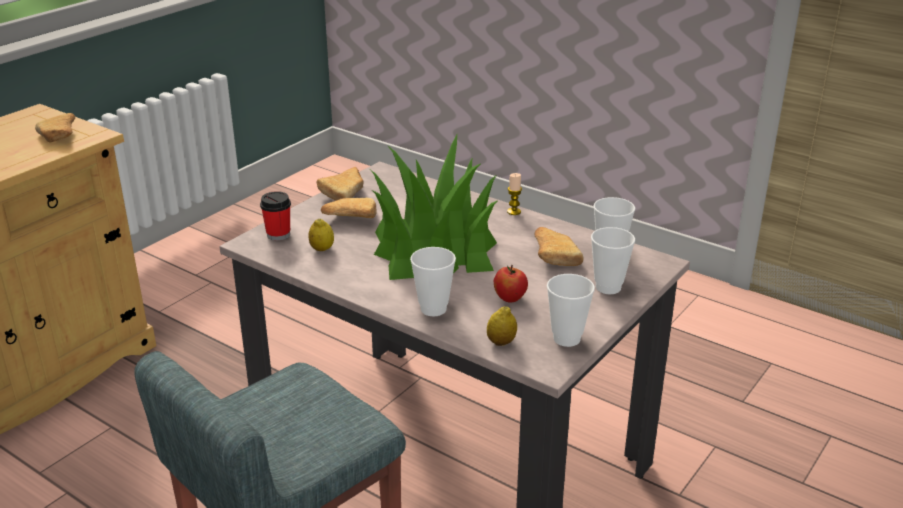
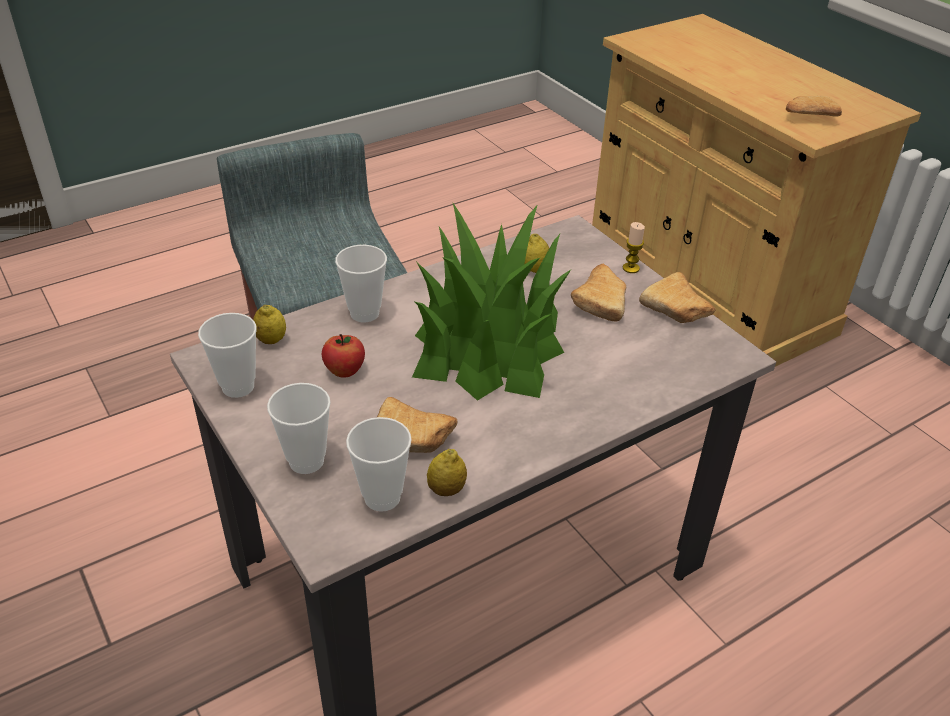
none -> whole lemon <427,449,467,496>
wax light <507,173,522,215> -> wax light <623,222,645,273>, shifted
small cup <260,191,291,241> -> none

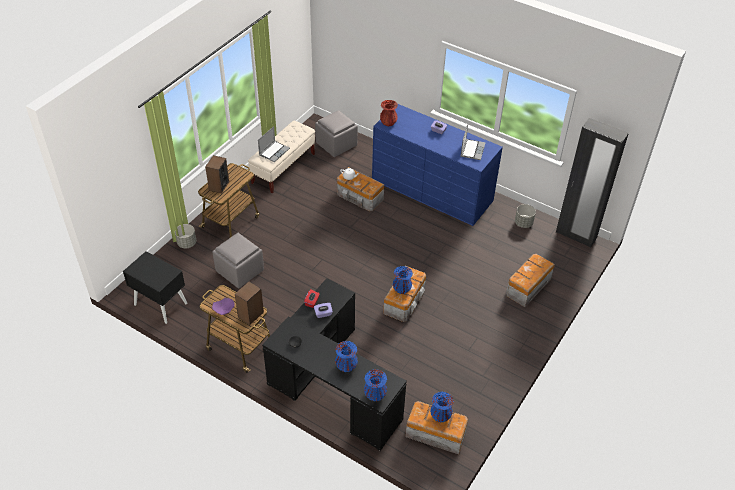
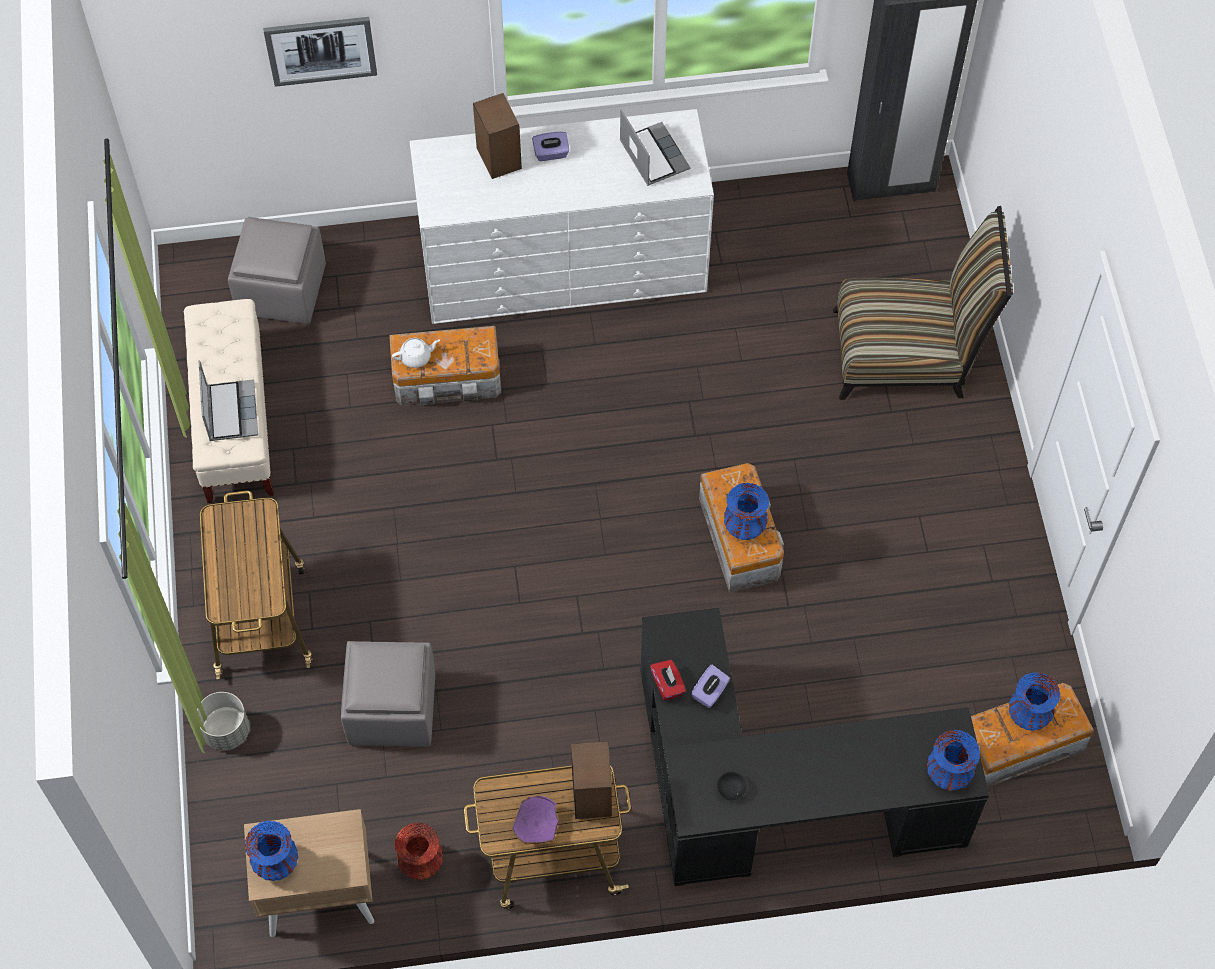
black nightstand <123,251,188,324> -> sand-coloured nightstand <244,809,374,937>
blue-coloured flower vase <335,341,358,372> -> blue-coloured flower vase <245,820,298,881>, shifted
none -> wall art <263,17,377,87>
red-coloured flower vase <380,100,398,126> -> red-coloured flower vase <395,822,443,880>, shifted
blue-coloured dresser <372,104,503,226> -> whitish dresser <410,109,714,324>
audio speaker <205,155,229,193> -> audio speaker <473,93,522,179>, shifted
storage bin <506,254,555,307> -> plain chair <833,206,1013,400>
gray flower pot <515,204,536,228> -> none

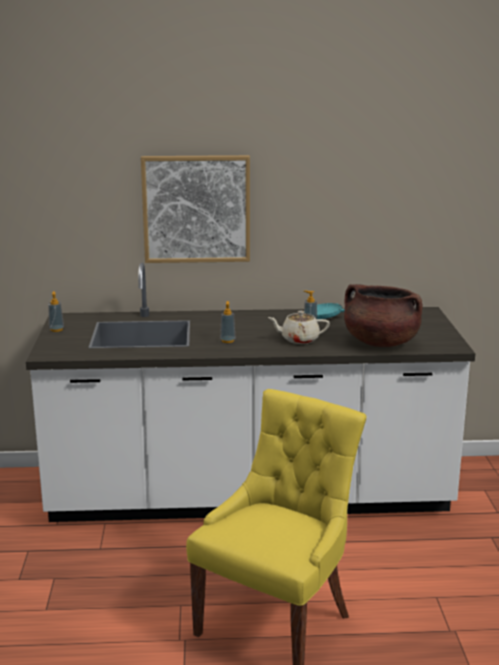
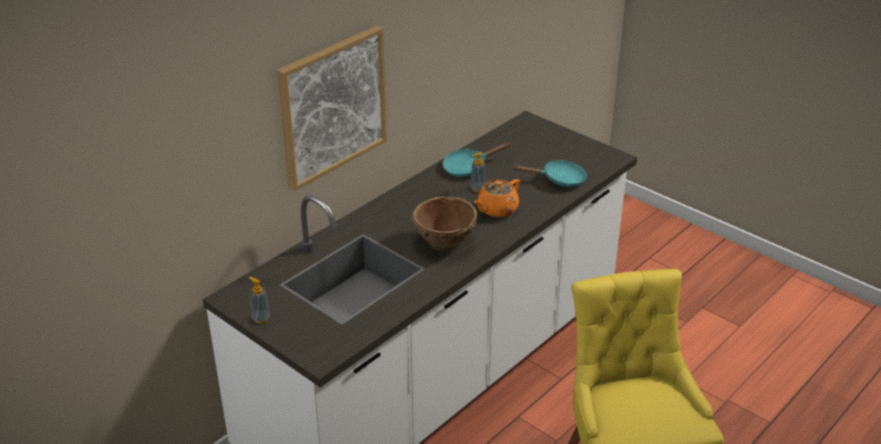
soap bottle <220,301,236,343> -> brown-coloured deep dish <412,196,478,251>
sand-coloured teapot <268,311,330,344> -> orangey teapot <474,179,520,217>
brown-coloured stockpot <344,284,422,347> -> turquoise skillet <512,160,587,187>

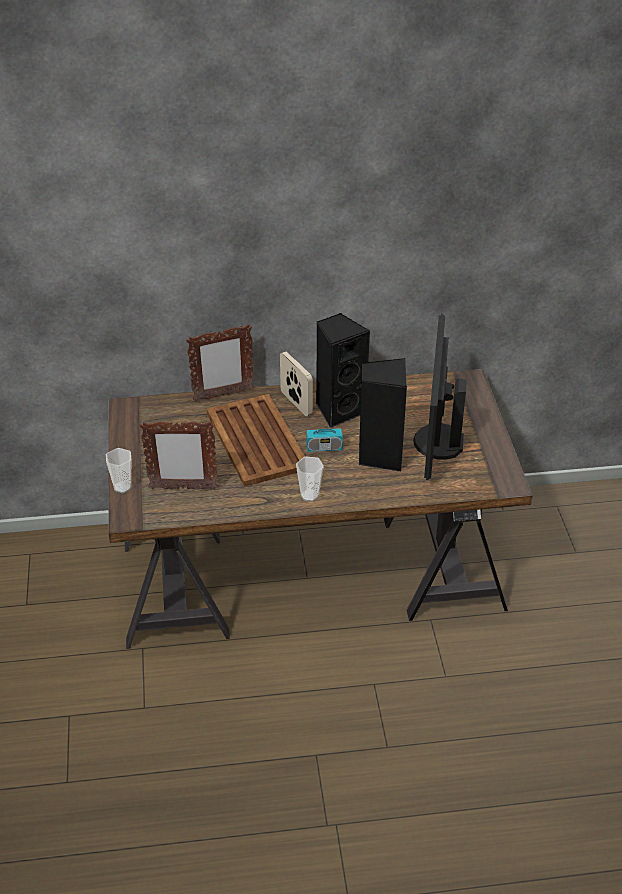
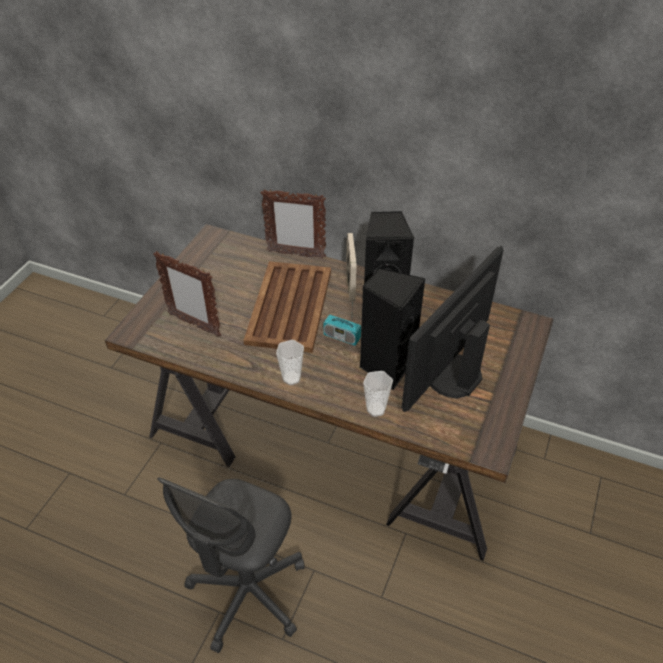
none -> gray computer chair <157,477,304,653>
small cup <106,448,131,493> -> small cup <363,371,393,417>, shifted

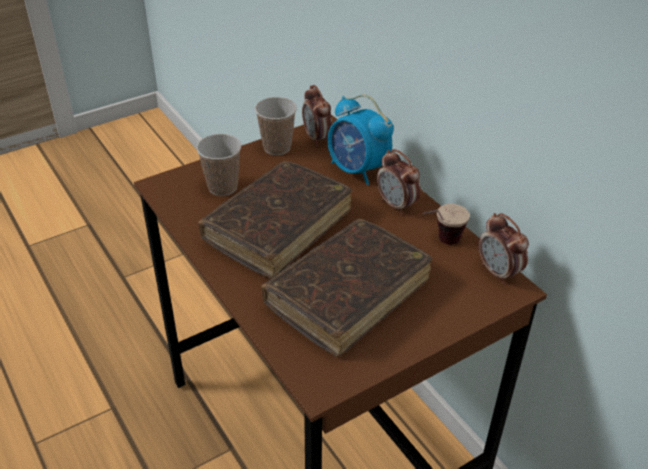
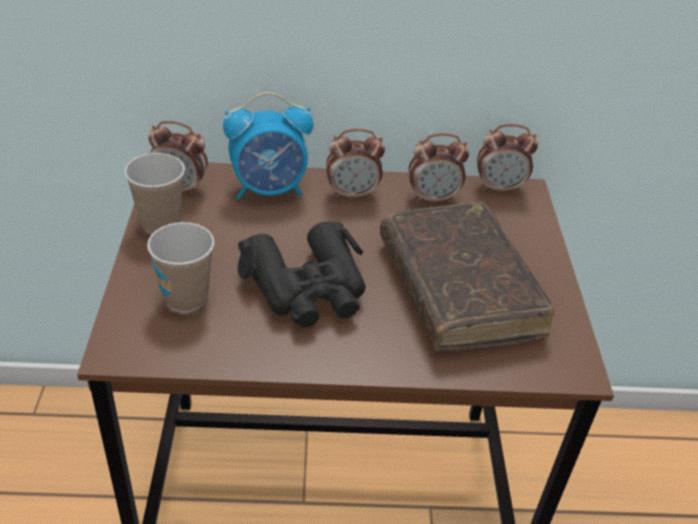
brown-coloured volume <198,161,352,279> -> black pair of binoculars <238,221,366,327>
small cup <423,204,470,245> -> table clock <409,133,469,203>

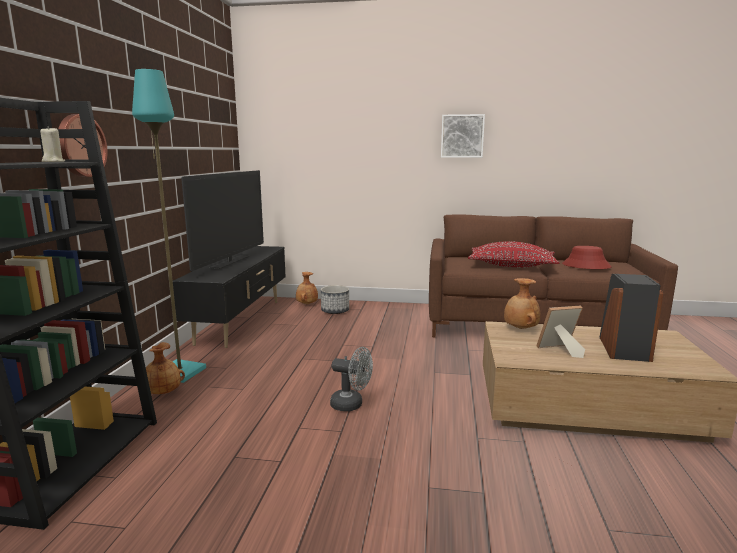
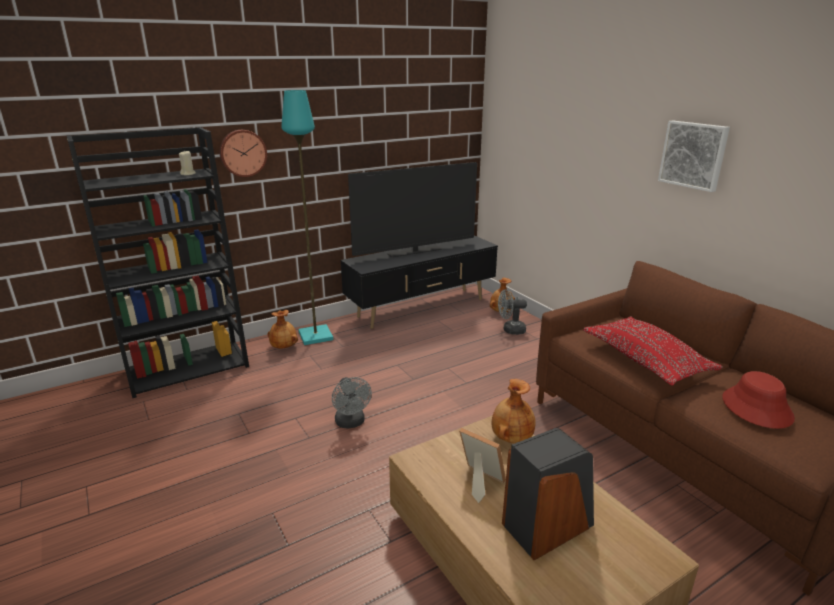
flower pot <321,285,349,314> -> gray cooling fan <498,289,527,335>

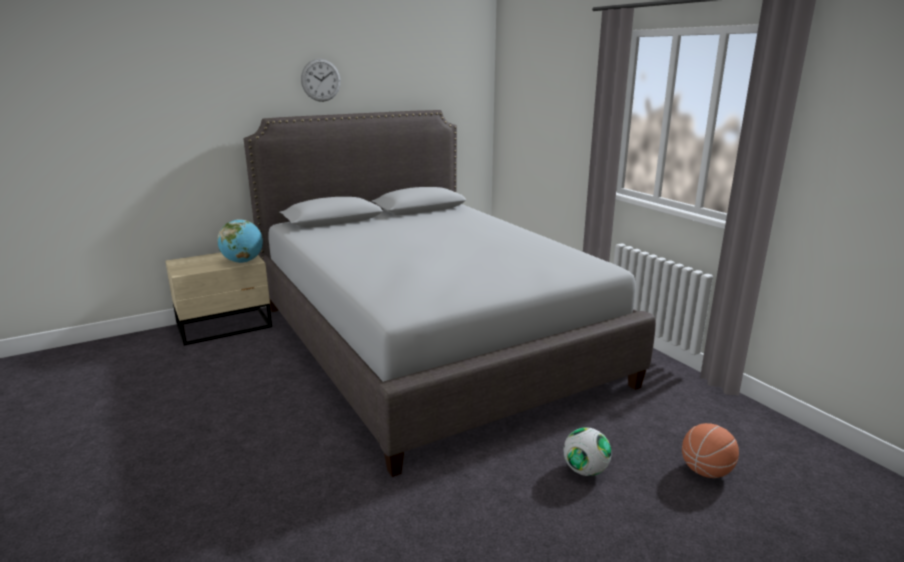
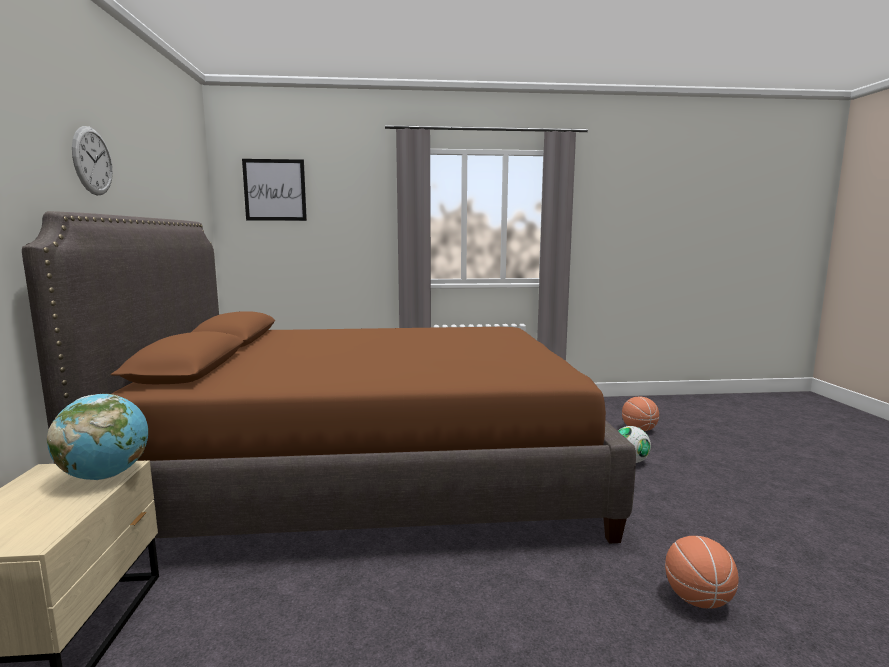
gray bed <244,110,656,477> -> brown-coloured bed <22,211,636,544>
none -> wall art <242,159,307,221>
none -> basketball ball <665,536,739,608>

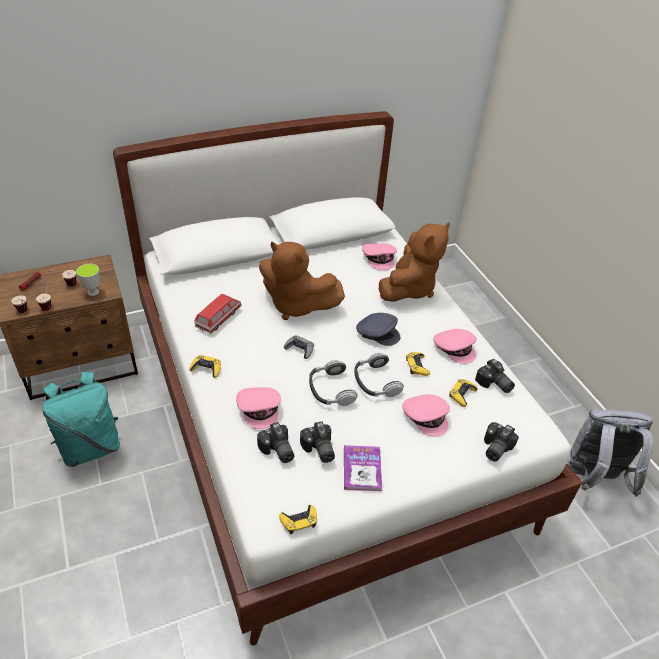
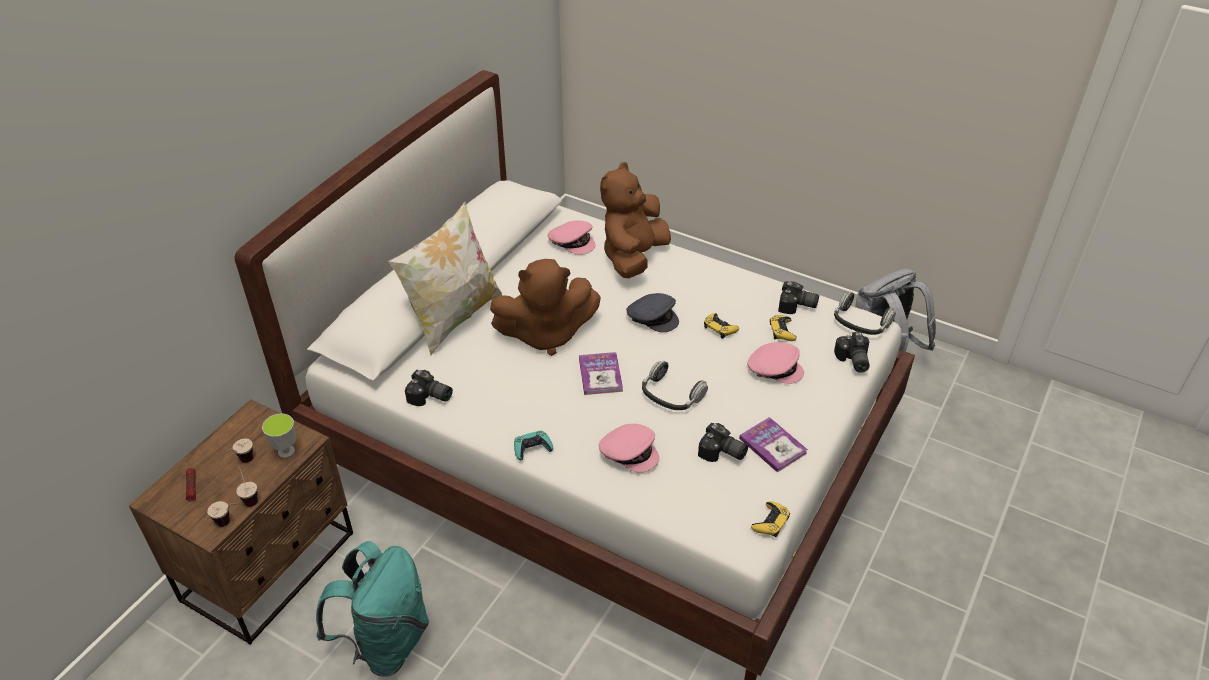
none -> throw pillow <388,202,502,356>
photo camera <257,422,294,463> -> photo camera <405,370,453,406>, shifted
yellowish joypad <189,355,221,378> -> turquoise joypad <514,431,553,460>
gray joypad <284,335,314,359> -> volume <579,352,623,395>
brown-coloured cuddly toy <379,222,450,302> -> brown-coloured cuddly toy <600,162,671,278>, 150 degrees counterclockwise
gray baseball cap <356,313,400,346> -> gray baseball cap <627,293,679,332>, 45 degrees clockwise
headset <354,353,404,397> -> headset <834,292,896,335>, shifted
model car <195,294,242,334> -> none
pink-coloured baseball cap <433,329,477,364> -> none

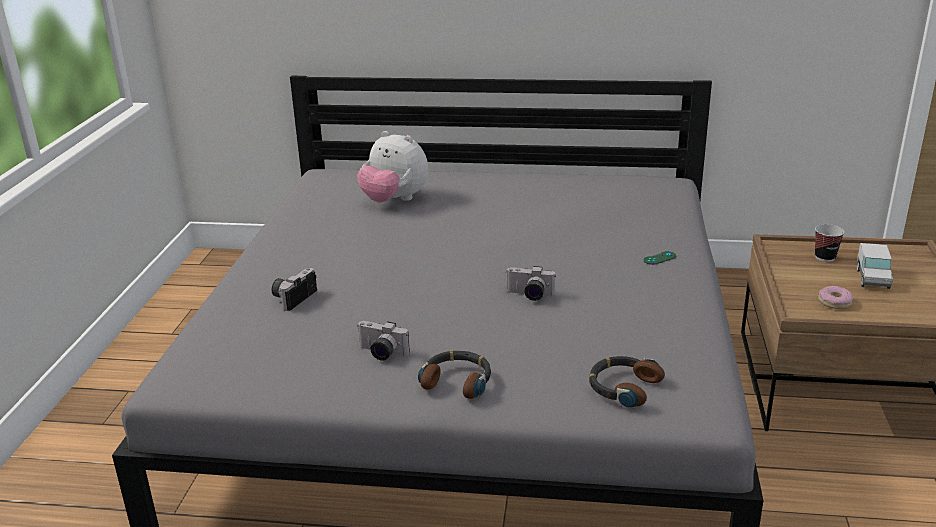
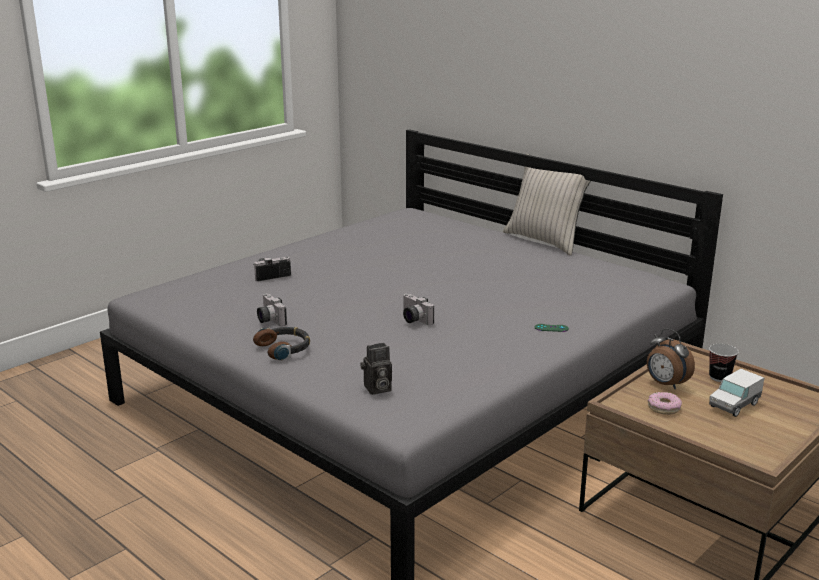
headset <589,356,665,408> -> photo camera <360,343,392,395>
none -> sand-coloured throw pillow <503,154,591,256>
none -> table clock <647,328,695,389>
cuddly toy <357,131,428,203> -> none

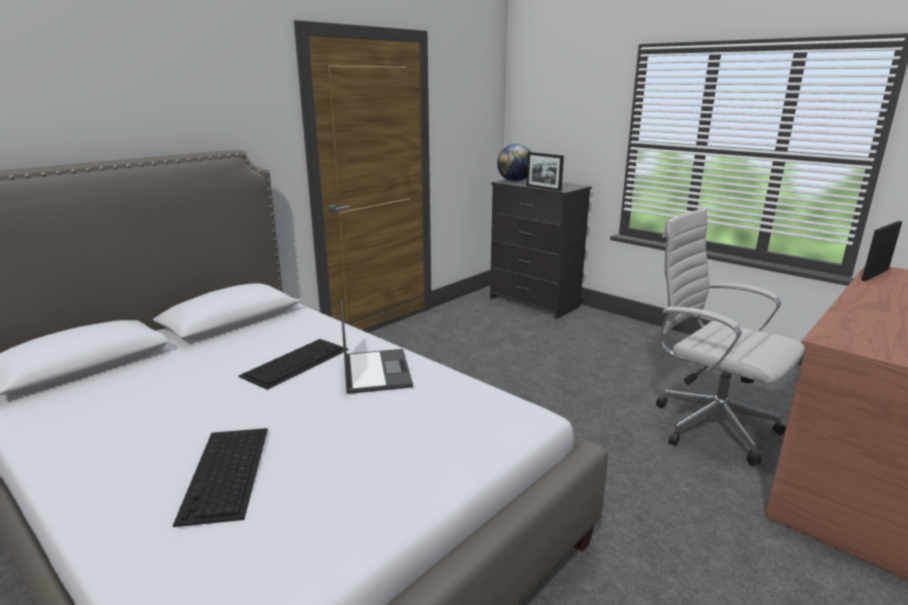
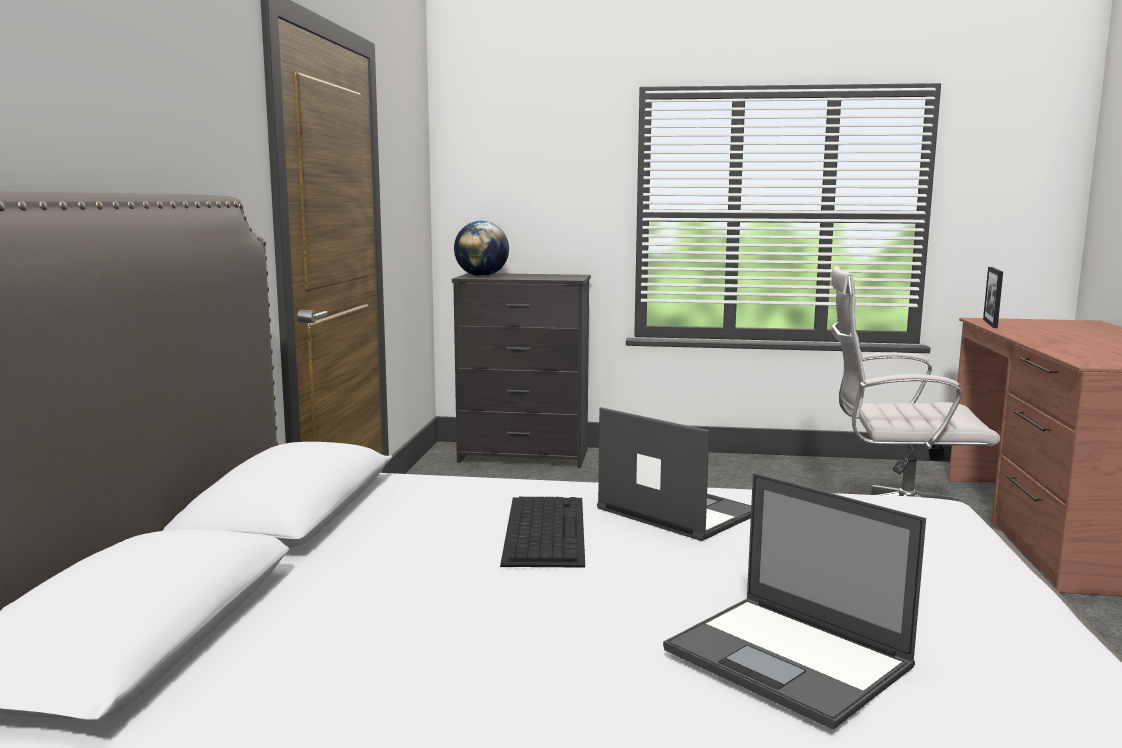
computer keyboard <173,428,268,527> -> laptop <663,473,926,730>
picture frame <527,152,564,191> -> none

